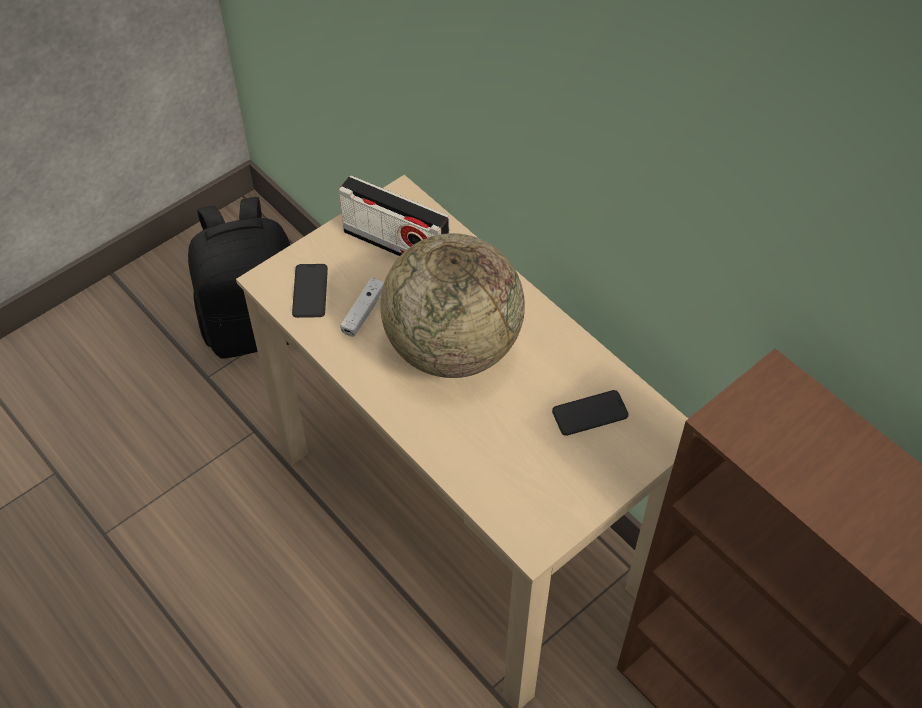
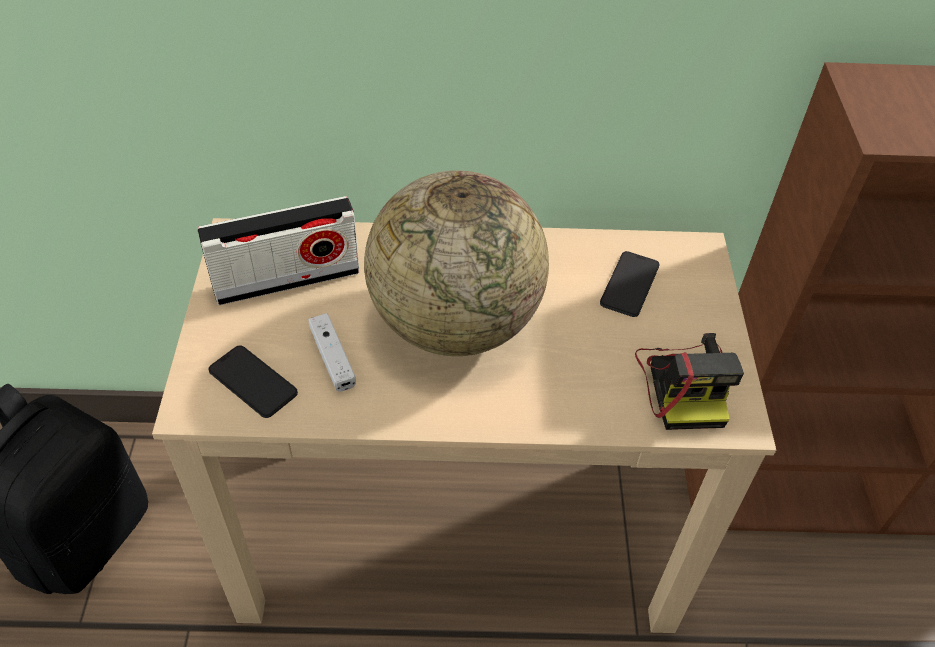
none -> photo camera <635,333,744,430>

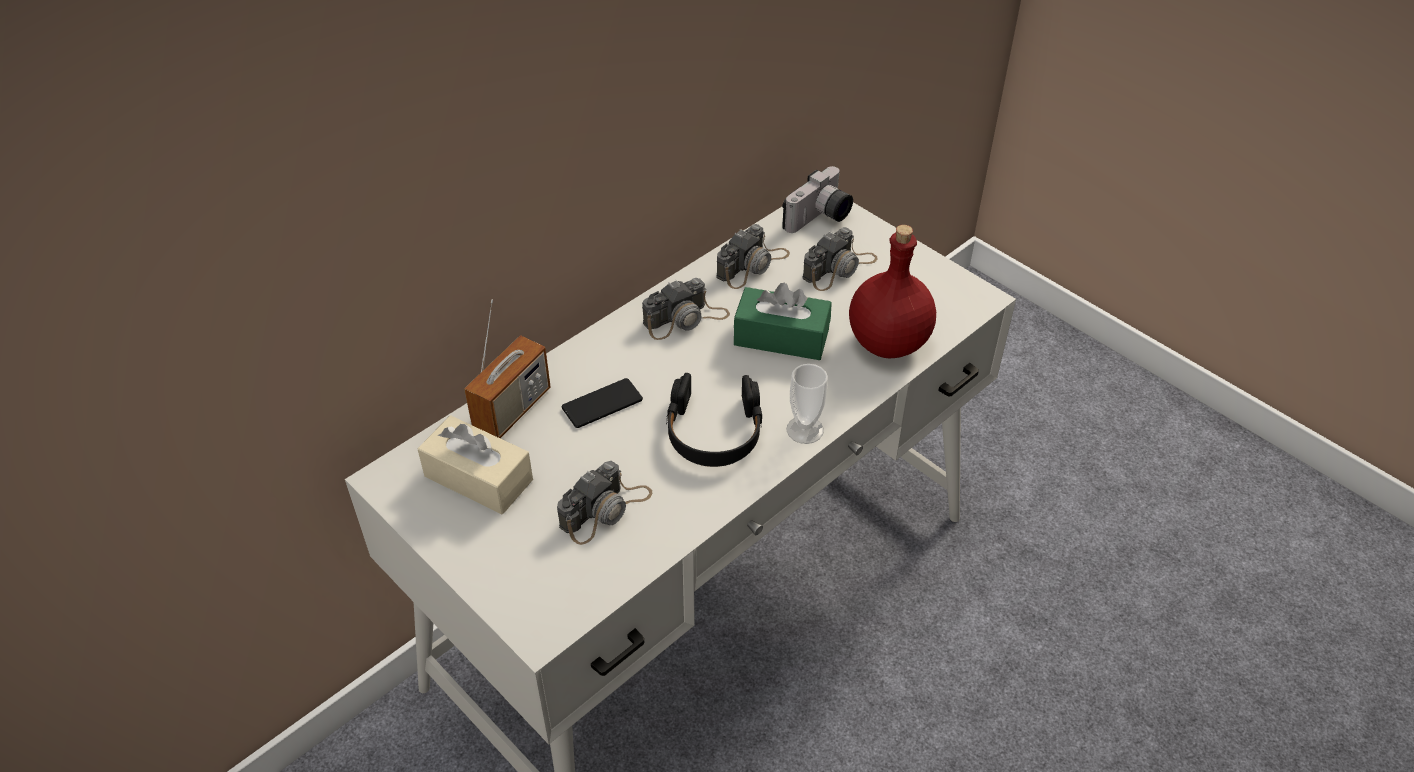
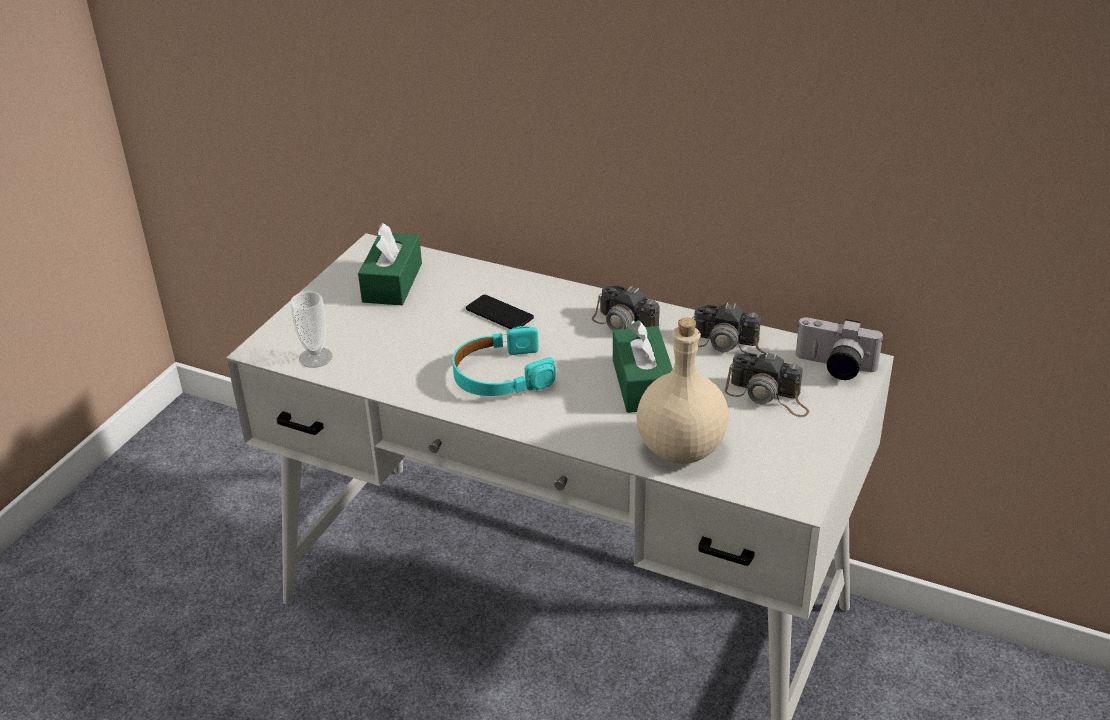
small cup <787,364,828,444> -> small cup <290,291,332,368>, shifted
sand-coloured tissue holder <417,415,533,514> -> green tissue holder <358,223,422,305>
black headset <666,373,762,467> -> turquoise headset <452,326,555,396>
red-coloured drink bottle <849,225,936,358> -> sand-coloured drink bottle <637,318,729,464>
radio receiver <464,299,551,438> -> none
photo camera <557,461,652,545> -> none

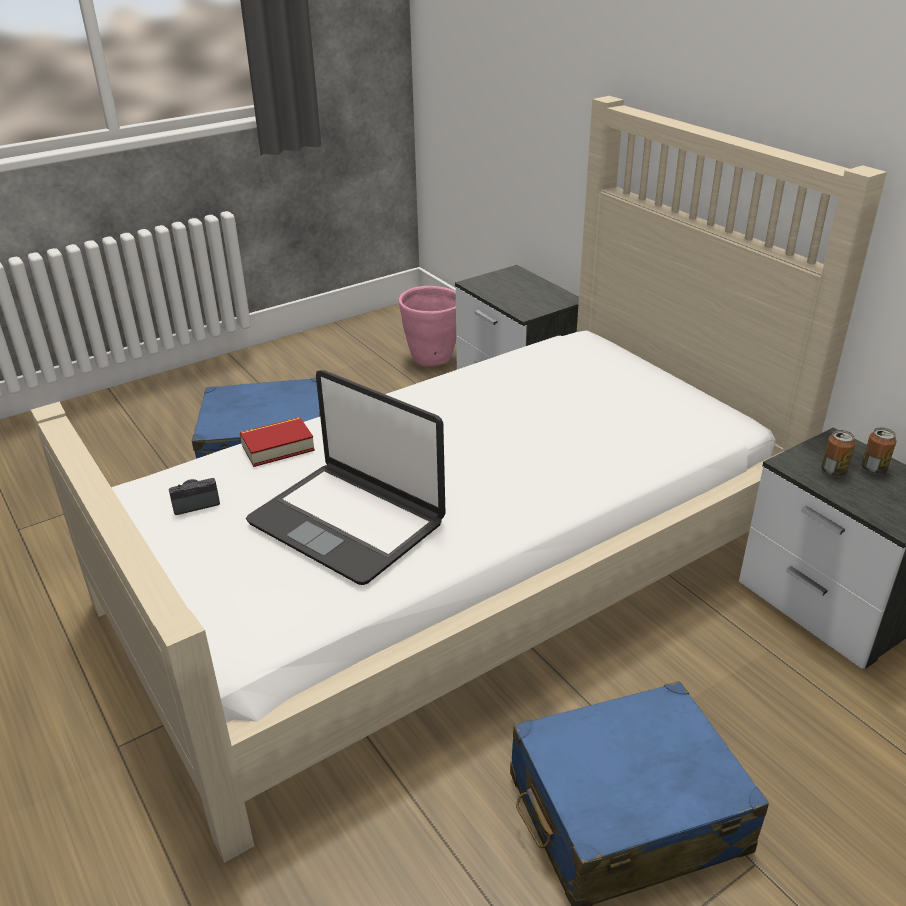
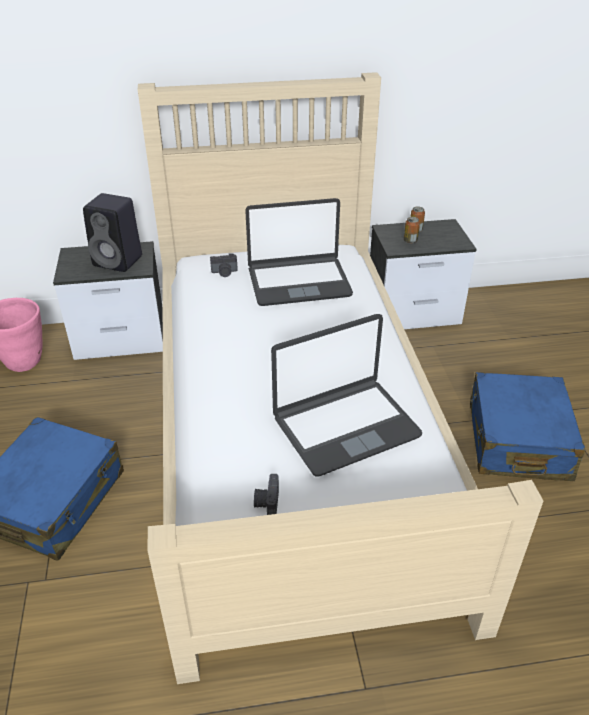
none -> black audio speaker <83,193,142,272>
none -> photo camera <210,254,238,277>
none -> laptop <245,198,353,306>
volume <240,417,315,467> -> none

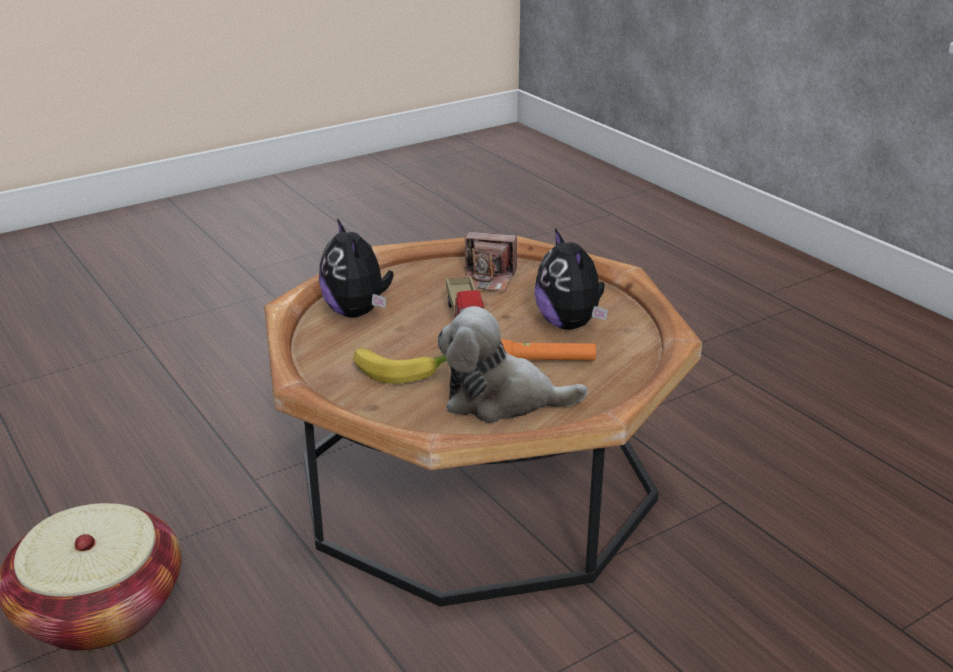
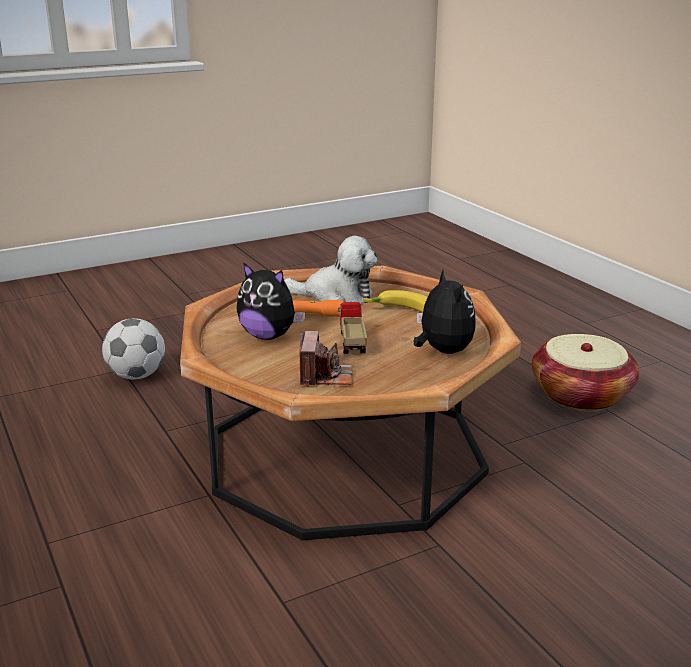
none -> ball for football <102,318,165,380>
cuddly toy <534,228,608,330> -> cuddly toy <237,262,305,340>, 135 degrees clockwise
photo camera <464,231,517,292> -> photo camera <300,331,353,386>, 75 degrees clockwise

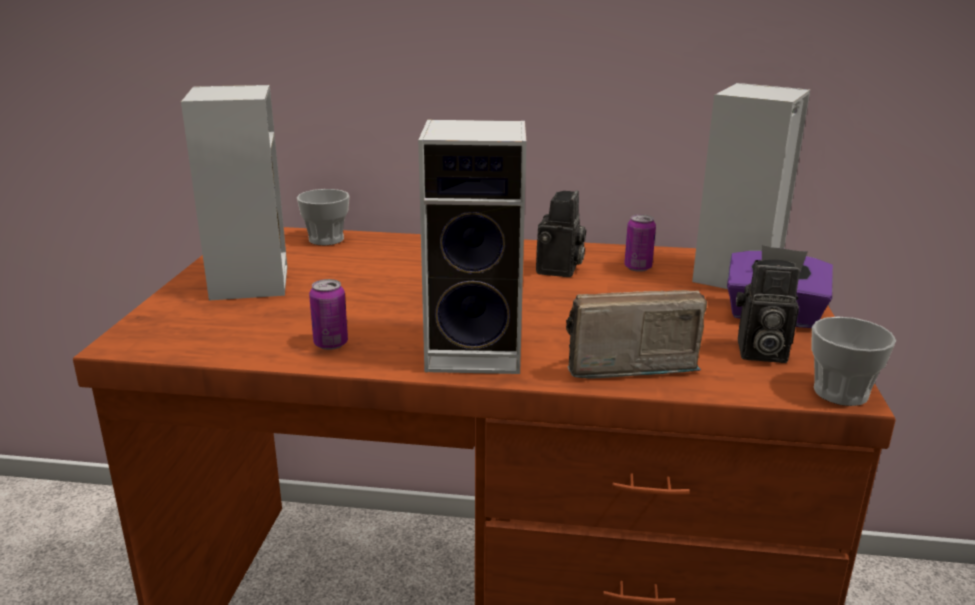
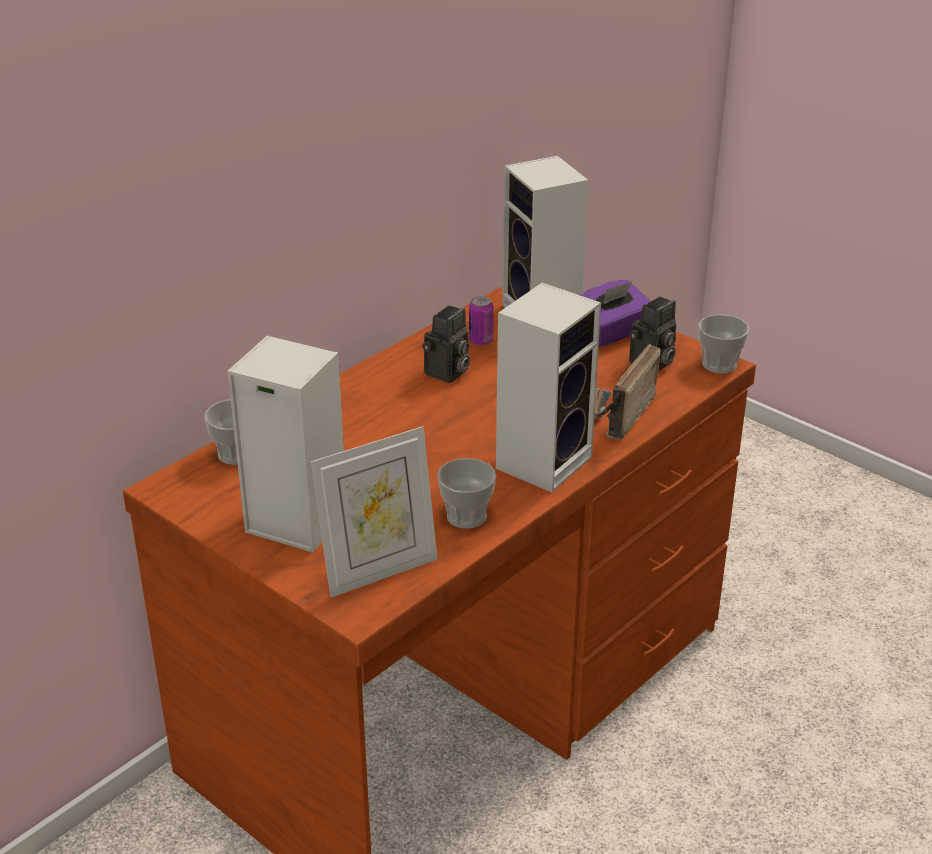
none -> picture frame <311,426,437,598>
photo camera <536,190,586,277> -> photo camera <423,305,470,383>, 75 degrees clockwise
can <309,279,348,350> -> small cup <437,458,496,529>

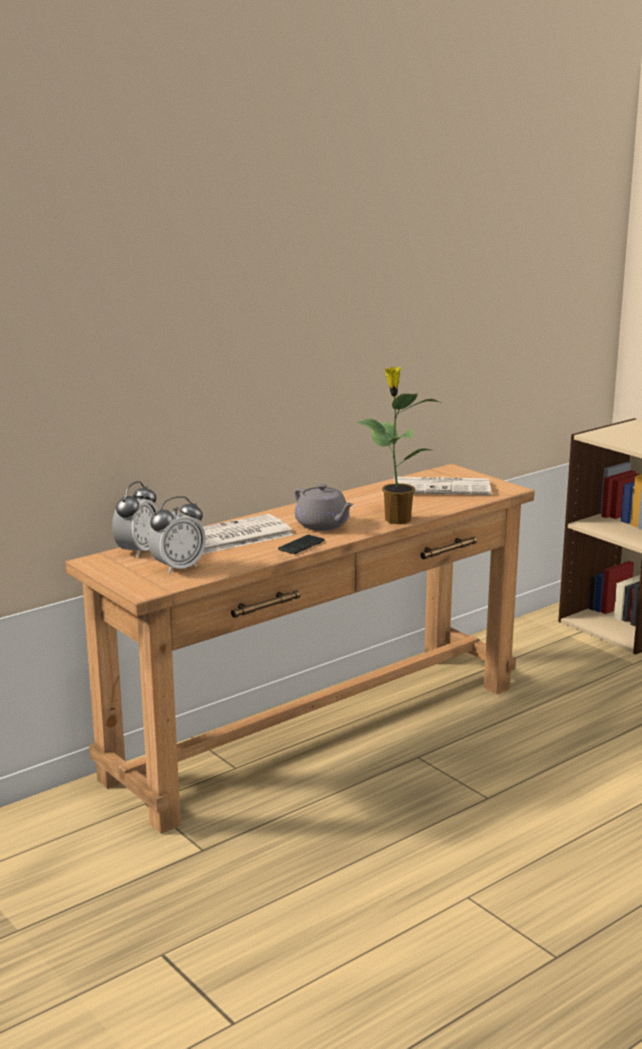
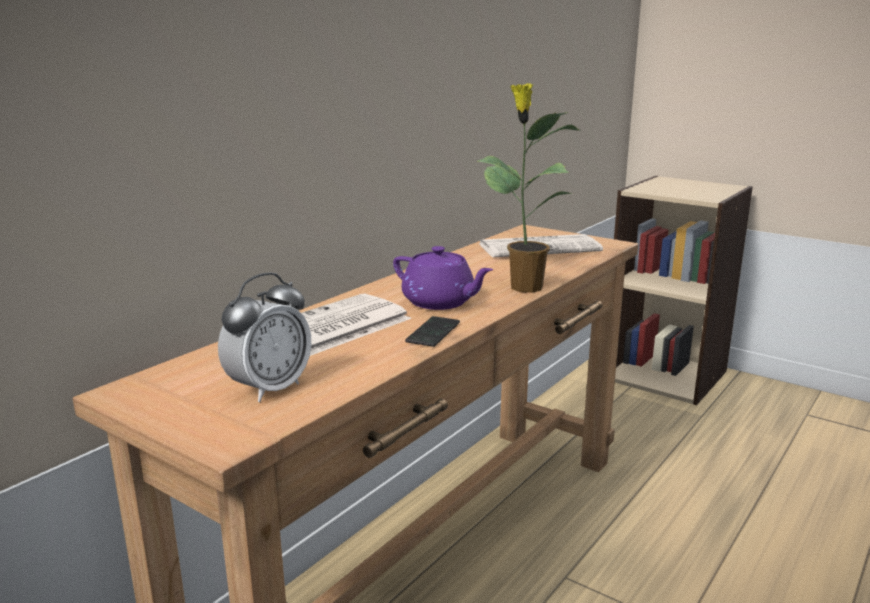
gray teapot <294,483,354,531> -> purple teapot <393,246,493,310>
table clock <112,481,158,558> -> none

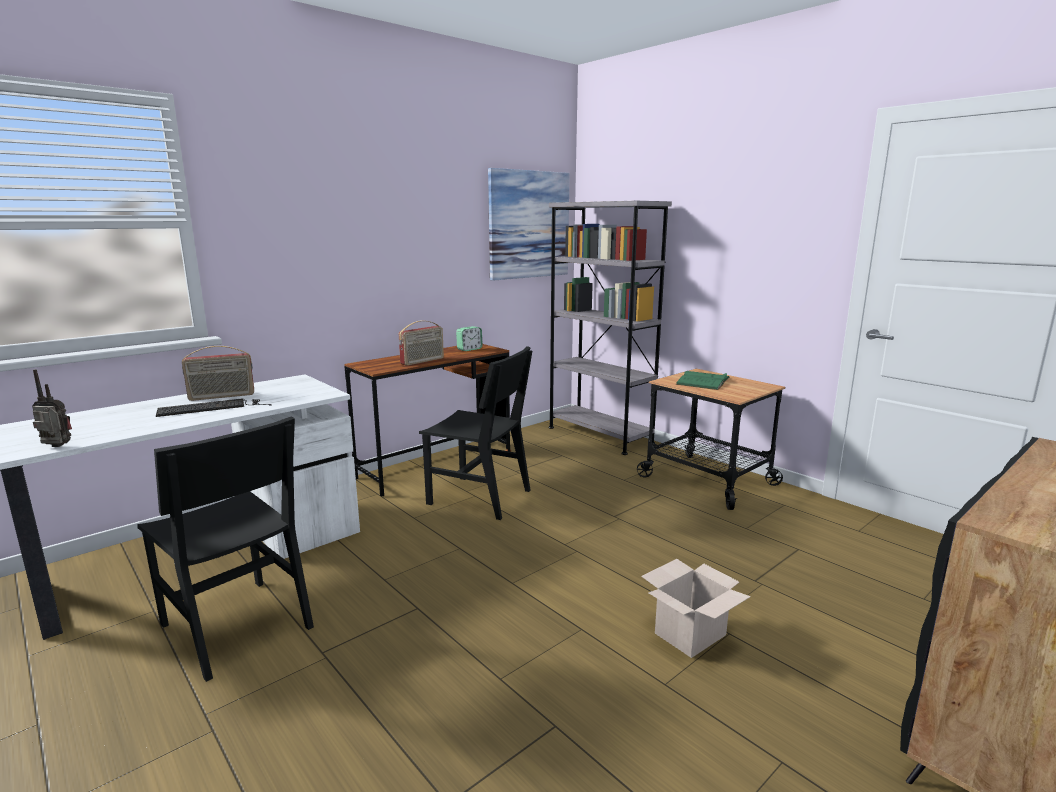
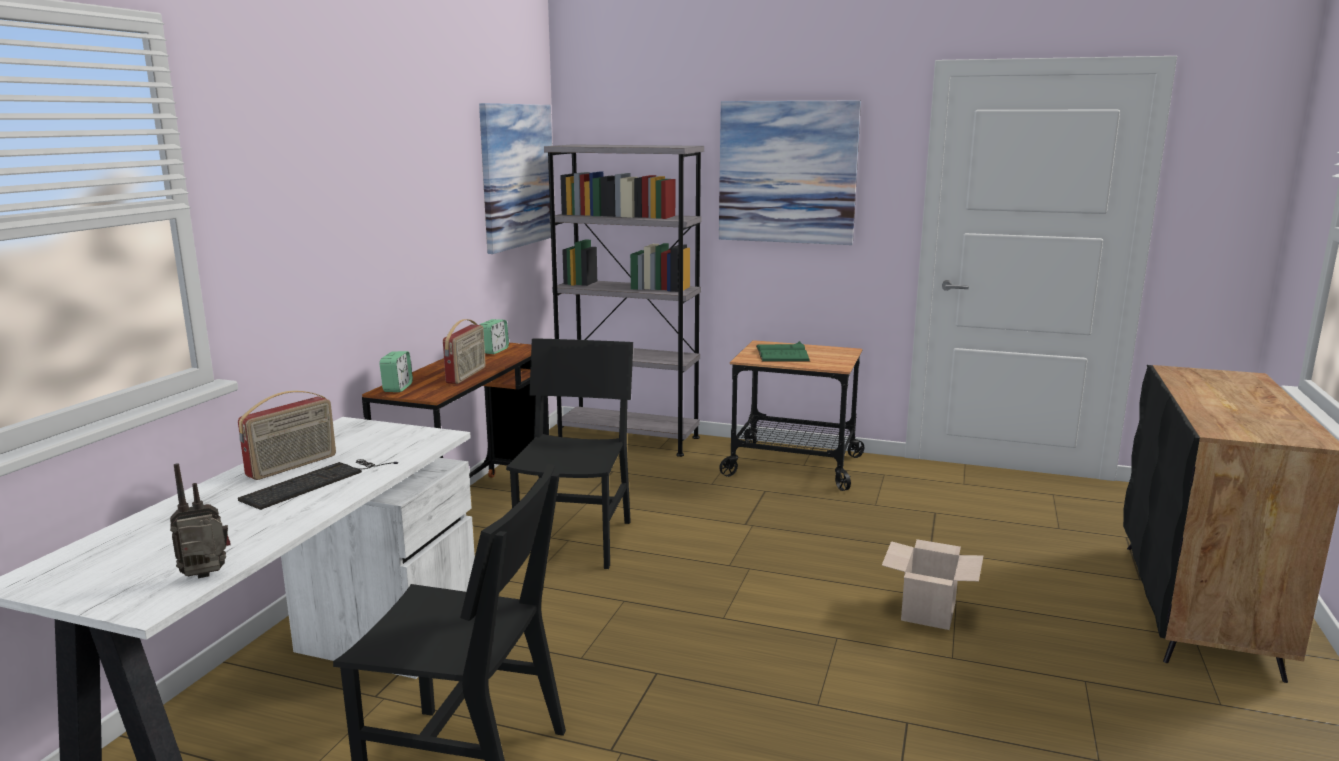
none -> table clock <380,351,413,392>
black plain chair <419,346,532,520> -> black plain chair <506,338,633,569>, 75 degrees counterclockwise
none -> wall art <719,101,861,245>

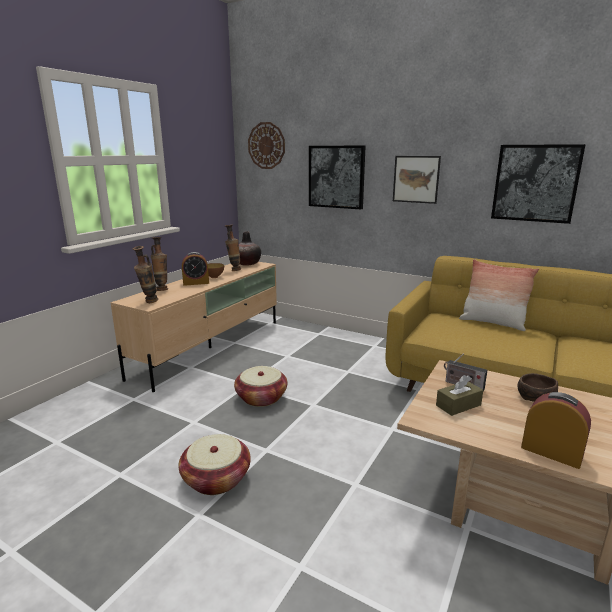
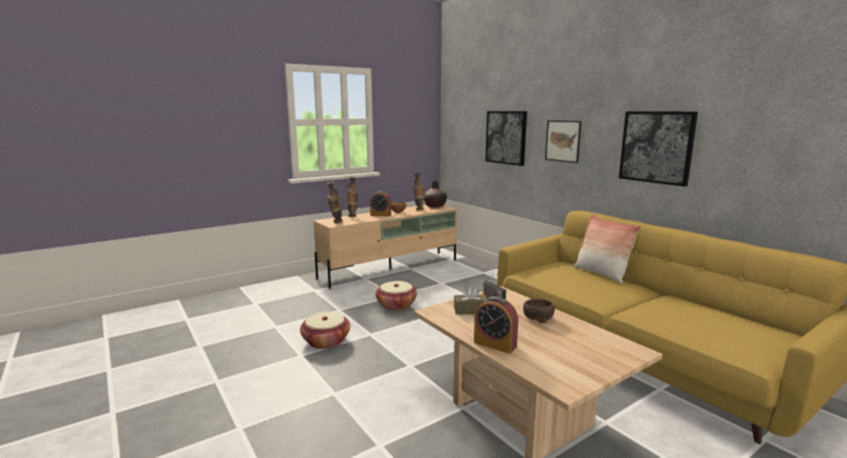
table clock <521,392,591,469> -> table clock <474,296,518,353>, 150 degrees clockwise
wall clock <248,122,285,169> -> none

